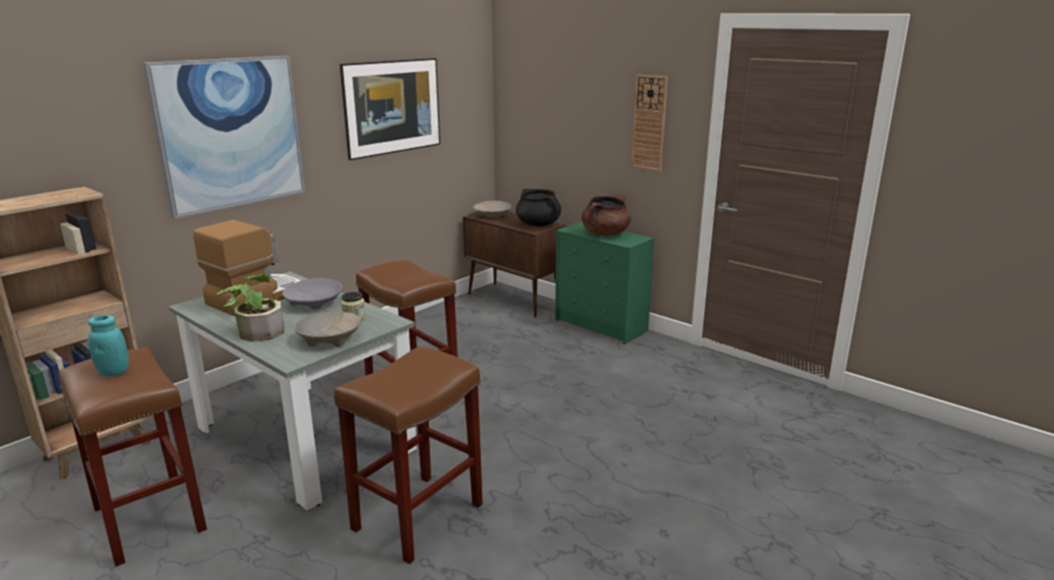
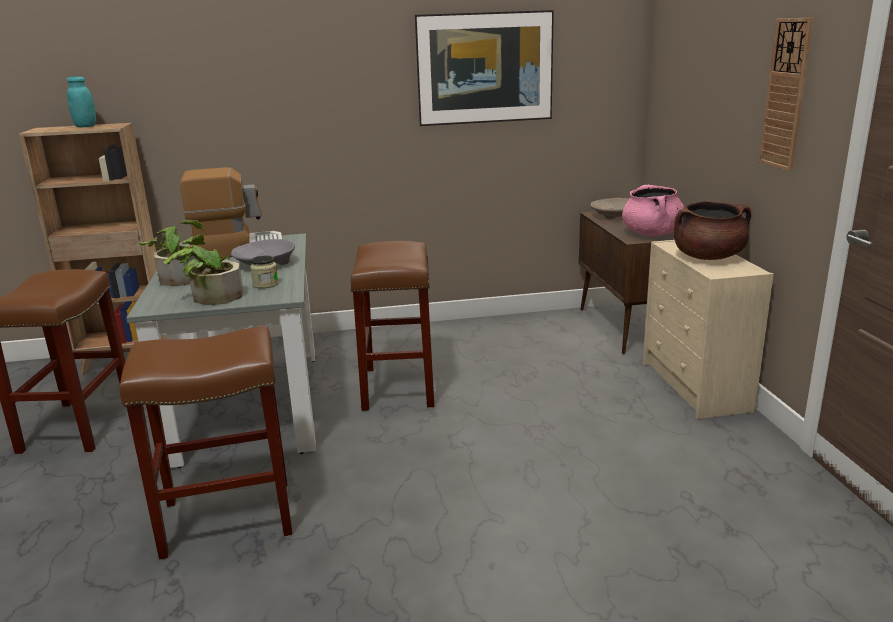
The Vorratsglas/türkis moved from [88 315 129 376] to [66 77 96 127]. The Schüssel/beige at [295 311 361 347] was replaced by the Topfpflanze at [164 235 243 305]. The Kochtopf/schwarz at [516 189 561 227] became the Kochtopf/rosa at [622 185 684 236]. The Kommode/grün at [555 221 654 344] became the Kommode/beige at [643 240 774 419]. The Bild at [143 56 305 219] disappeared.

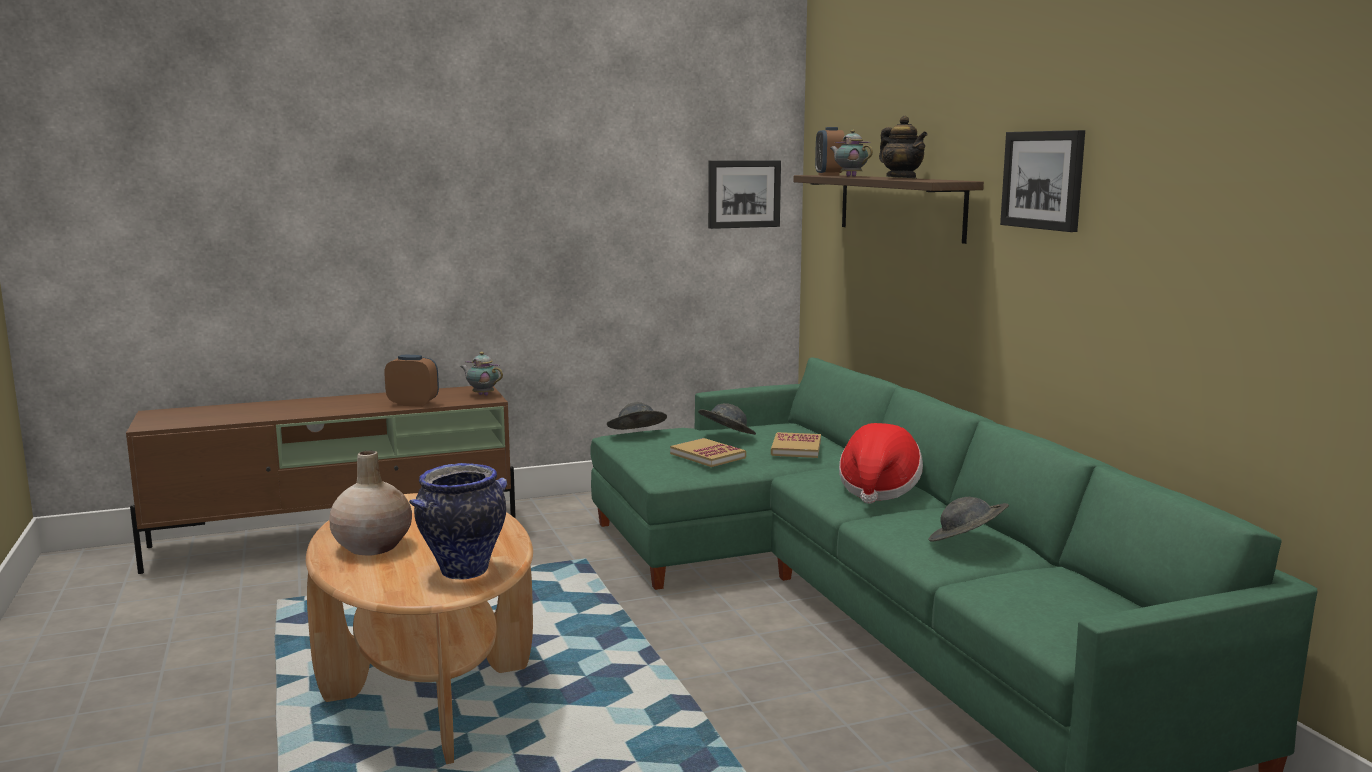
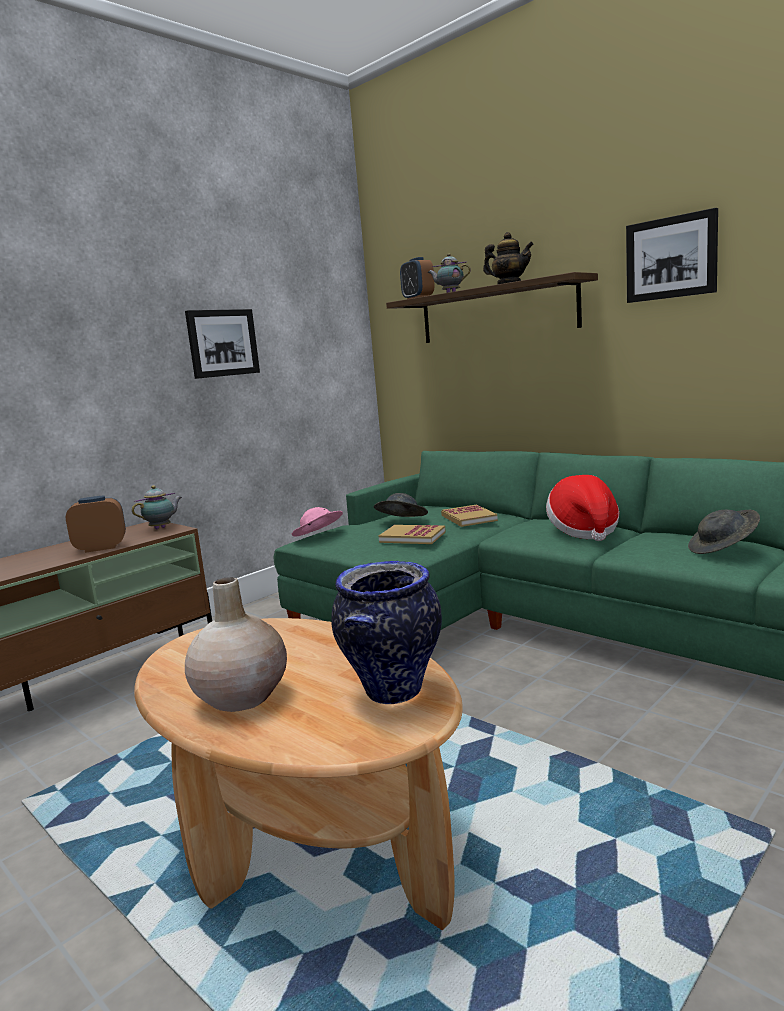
The Teekanne at [461 352 503 396] turned 135 degrees clockwise. The Bild moved from [708 160 781 229] to [185 309 260 379]. The Hut/grau at [607 402 667 430] became the Hut/rosa at [292 507 343 537].

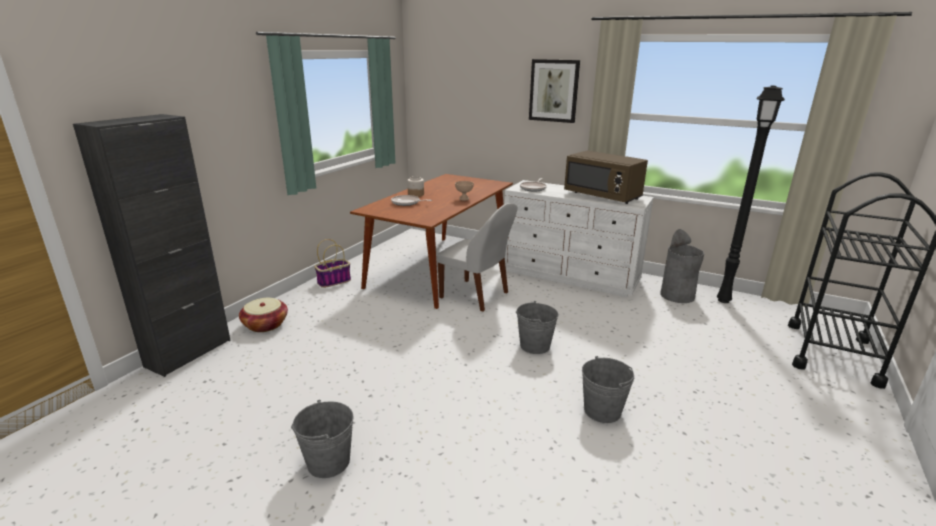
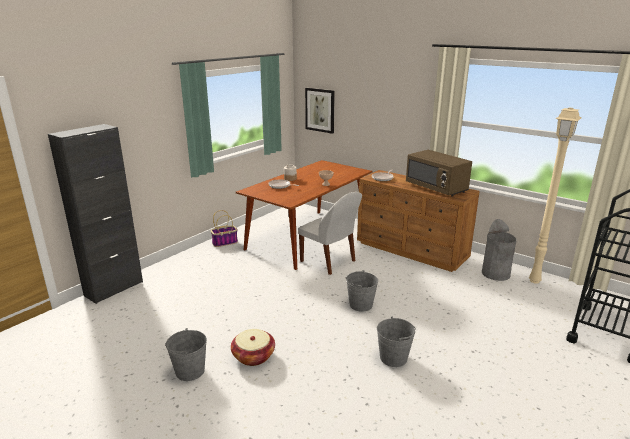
The Korb moved from [239 298 288 332] to [231 329 275 366]. The Bild moved from [529 59 580 123] to [305 88 335 134]. The Kommode/weiß at [505 180 654 297] became the Kommode/braun at [357 170 480 272]. The Stehlampe/schwarz at [717 85 785 303] became the Stehlampe/beige at [529 108 581 284].

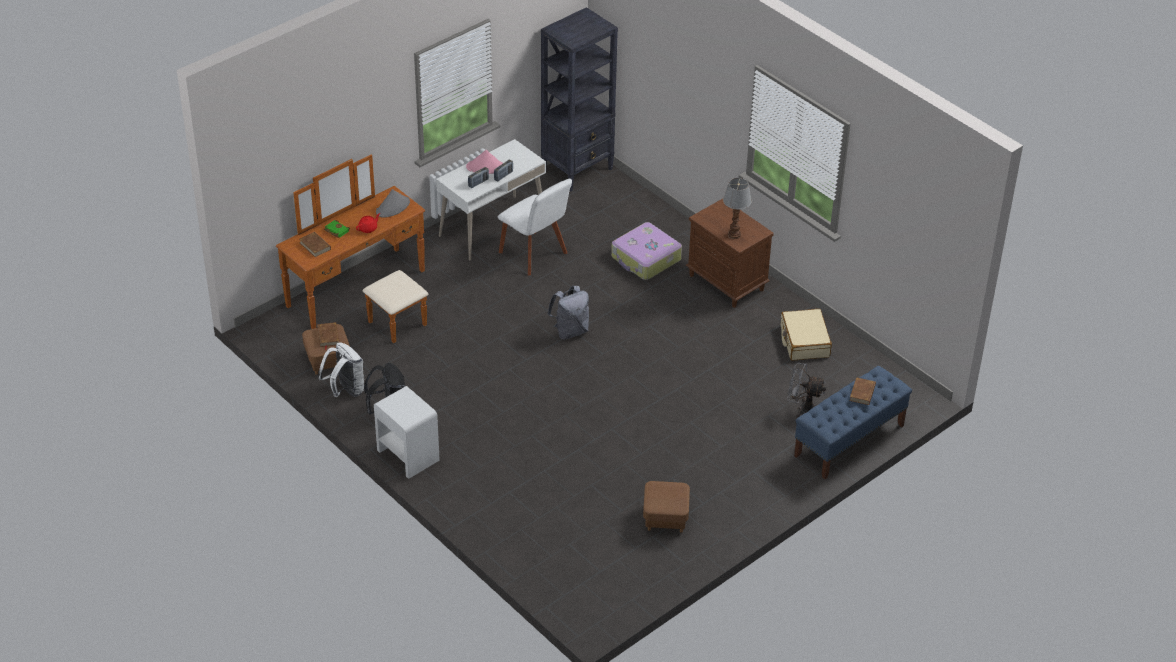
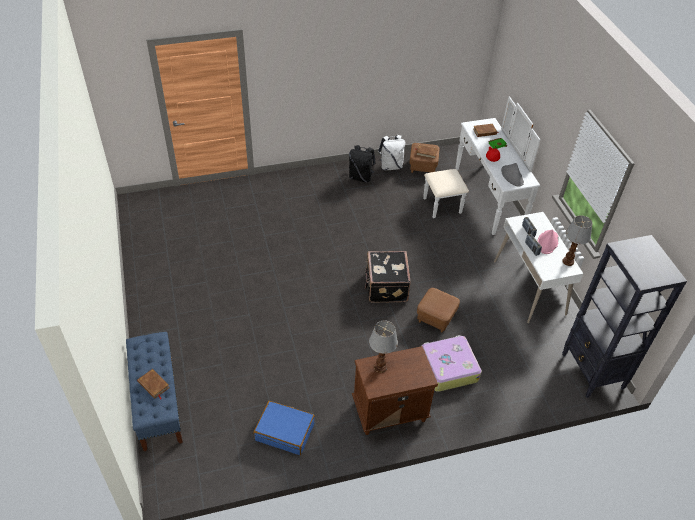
The Koffer/beige at [781 309 832 360] became the Koffer/blau at [254 401 315 455]. The Rucksack/grau at [547 286 589 340] was replaced by the Koffer/schwarz at [365 251 411 303]. The Polsterhocker/braun moved from [643 481 690 532] to [417 288 460 332]. The Kommode/braun at [276 155 429 343] became the Kommode/weiß at [423 96 540 235]. The Tischlampe at [562 215 592 266] appeared. The Nachttisch/weiß at [374 386 440 479] disappeared. The Stuhl/weiß at [498 179 572 275] disappeared. The Ventilator/grau at [787 363 826 418] disappeared.

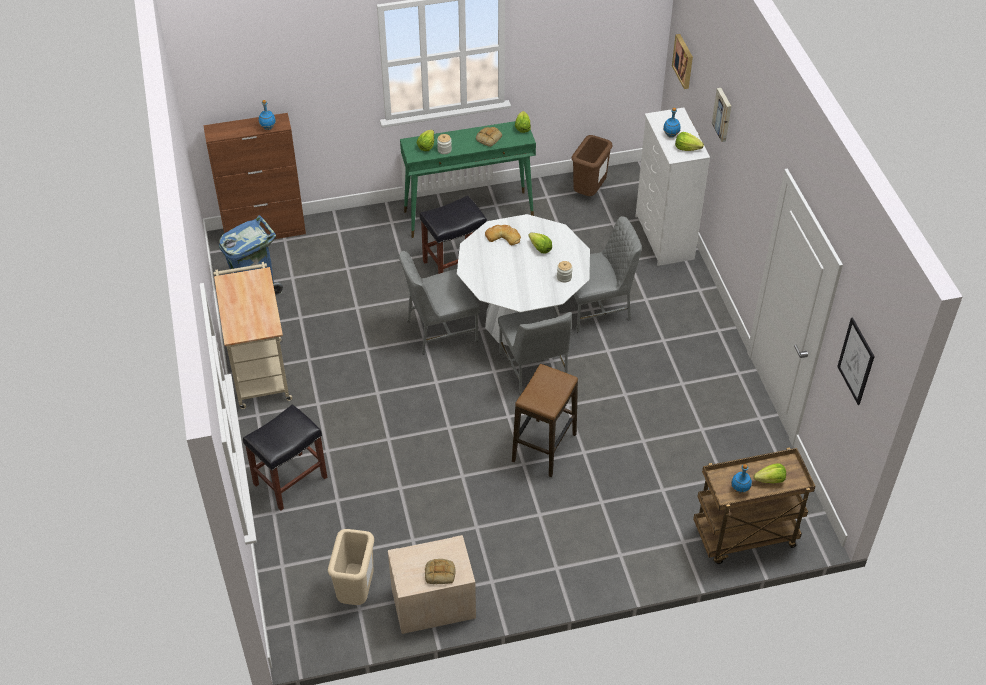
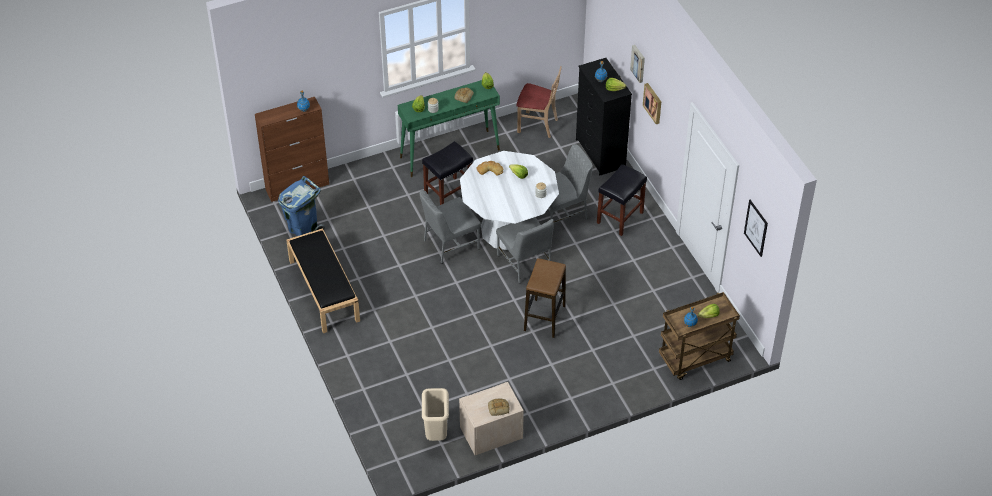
The Rollwagen/beige at [213 262 292 409] was replaced by the Bank/schwarz at [286 228 360 333]. The Mülleimer/braun at [571 135 613 196] was replaced by the Stuhl/beige at [516 66 562 138]. The Kommode/weiß at [635 108 710 266] became the Kommode/schwarz at [576 58 632 176]. The Hocker/schwarz moved from [243 404 327 511] to [597 164 647 236]. The Bild moved from [672 34 693 89] to [643 83 661 124].

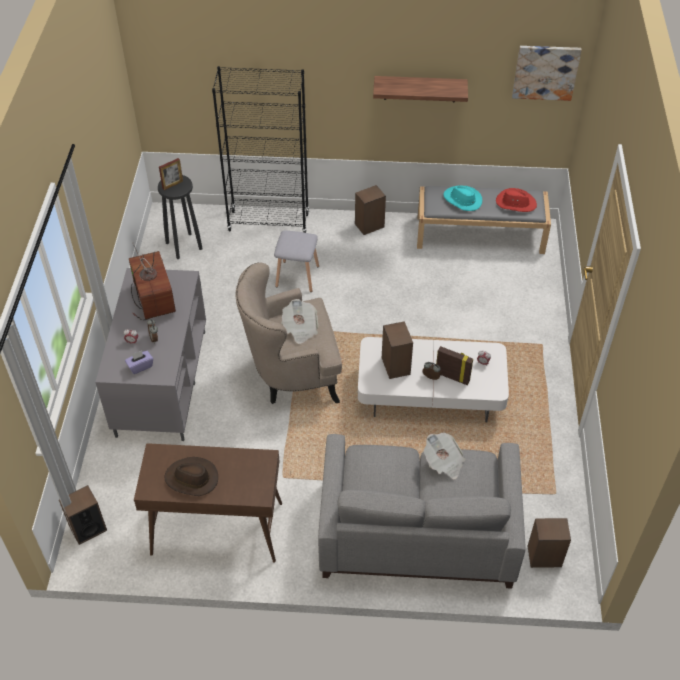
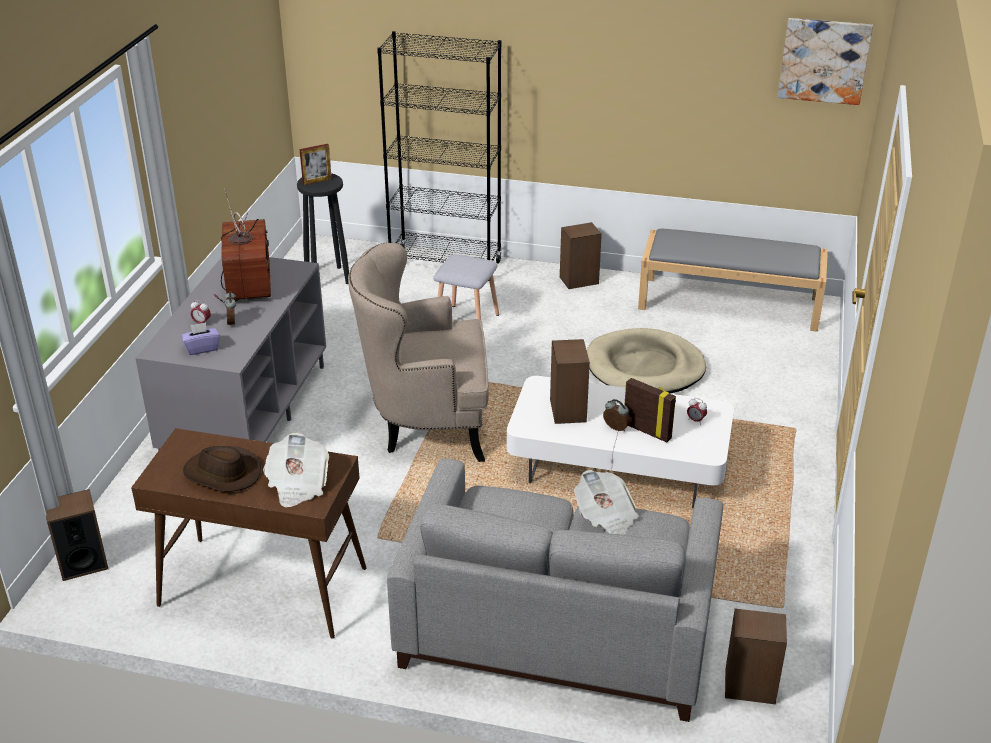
The Zeitung moved from [281 299 318 344] to [263 433 329 508]. The Hundebett/beige at [587 328 706 393] appeared. The Wandregal at [373 76 468 102] disappeared. The Hut/türkis at [443 186 482 211] disappeared. The Hut/rot at [496 188 537 212] disappeared.

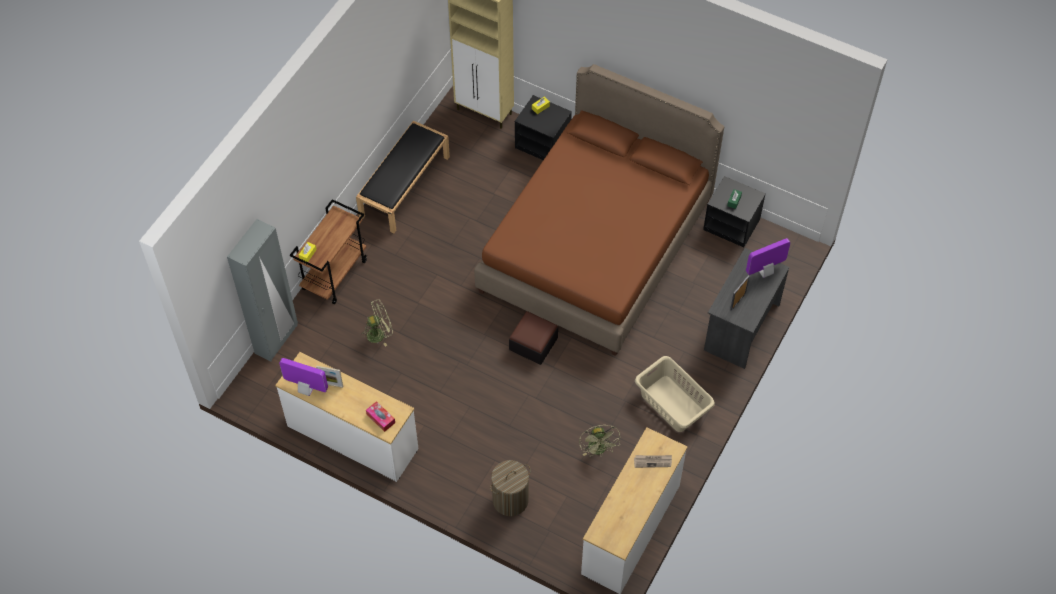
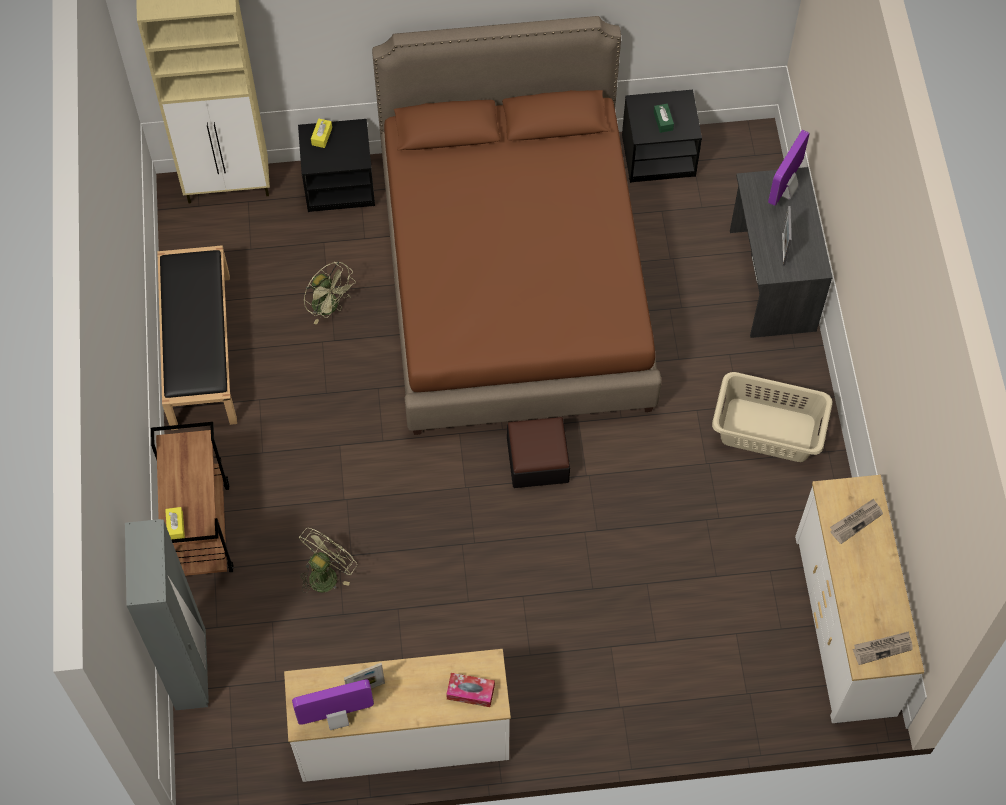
The Ventilator/grün moved from [579 425 620 456] to [304 261 356 325]. The Zeitung at [853 631 913 665] appeared. The Wäschekorb at [490 460 531 516] disappeared.

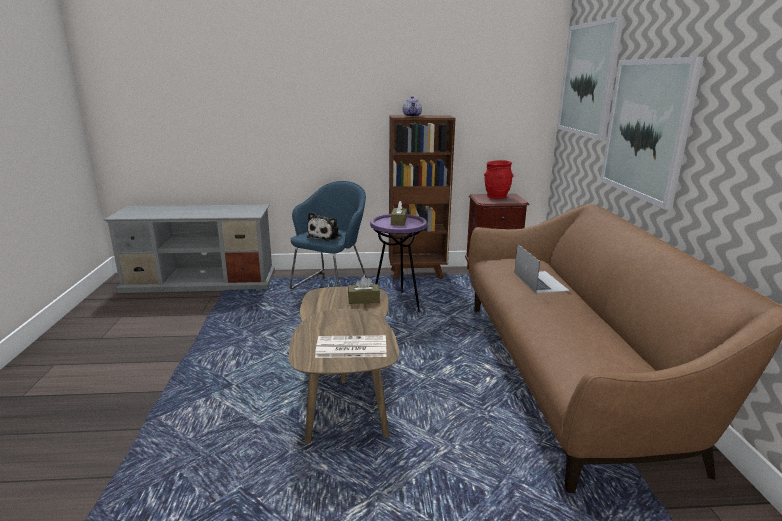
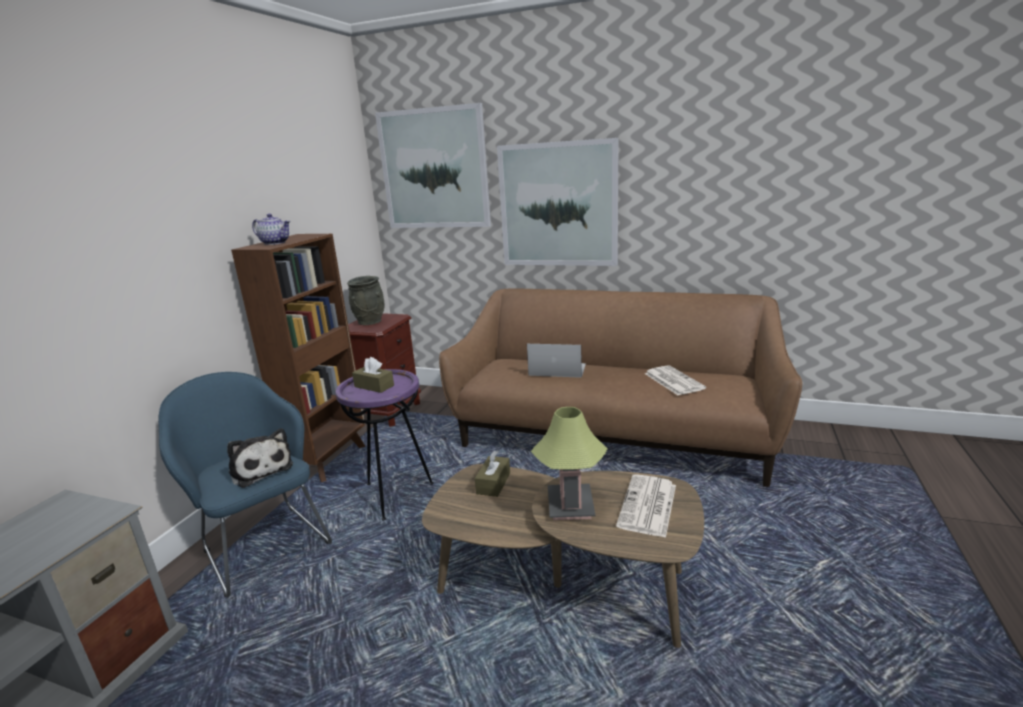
The Vase/rot at [484 160 514 199] became the Vase/grau at [347 276 385 325]. The Tischlampe at [531 407 608 520] appeared. The Zeitung at [645 365 706 395] appeared.

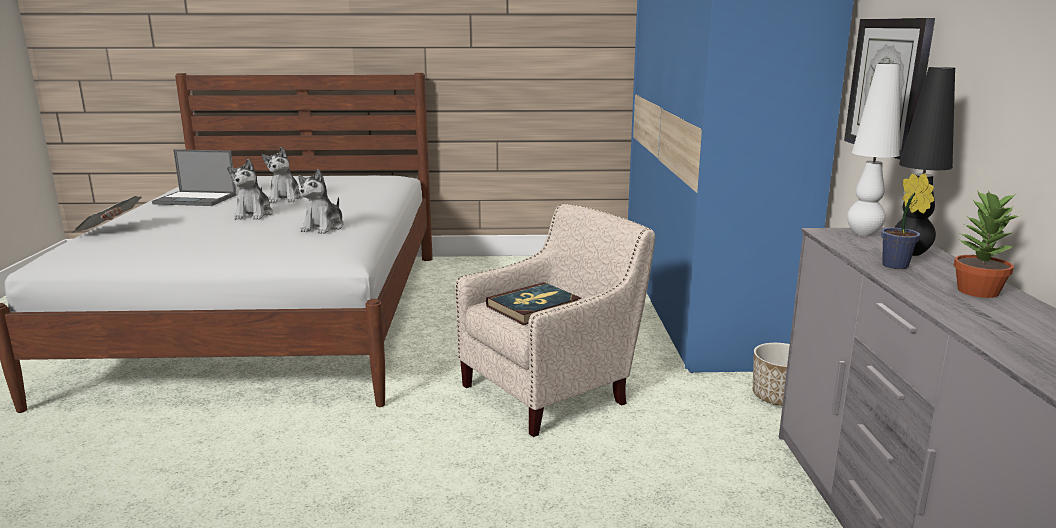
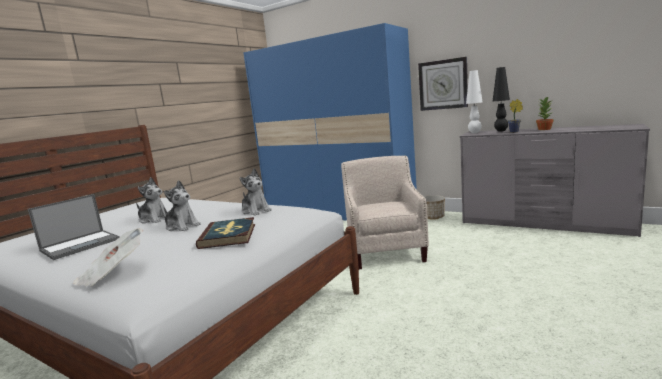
The Buch moved from [486 282 581 325] to [196 217 255 249].

